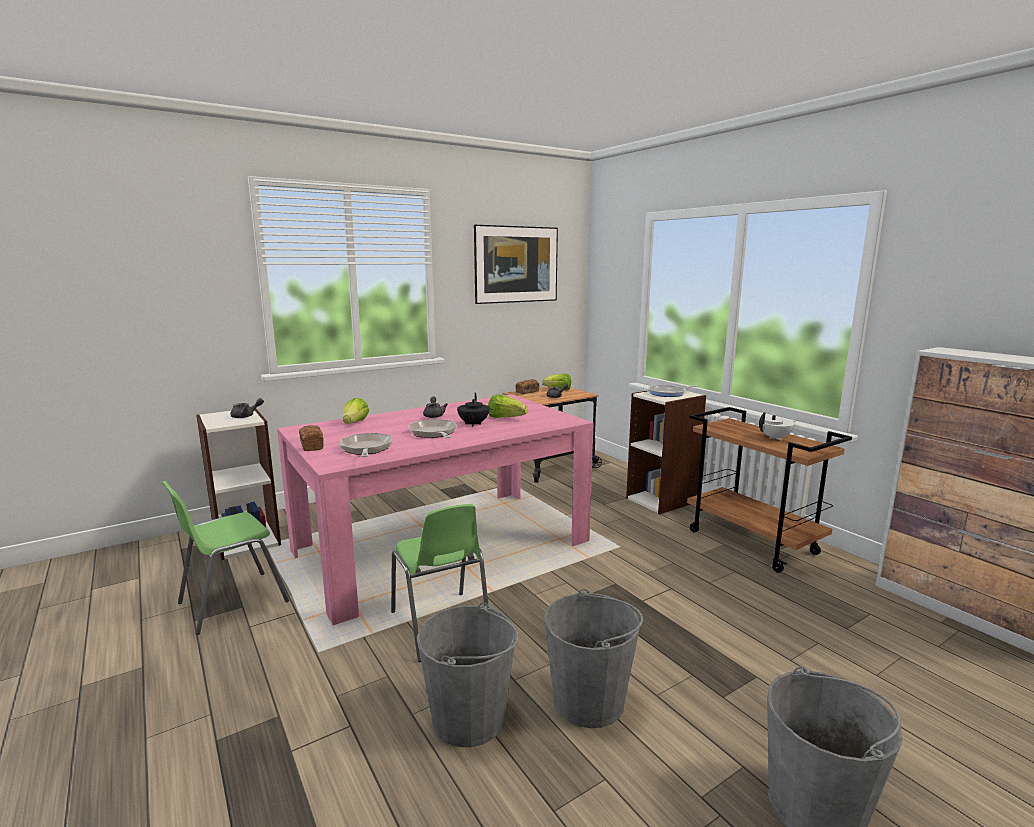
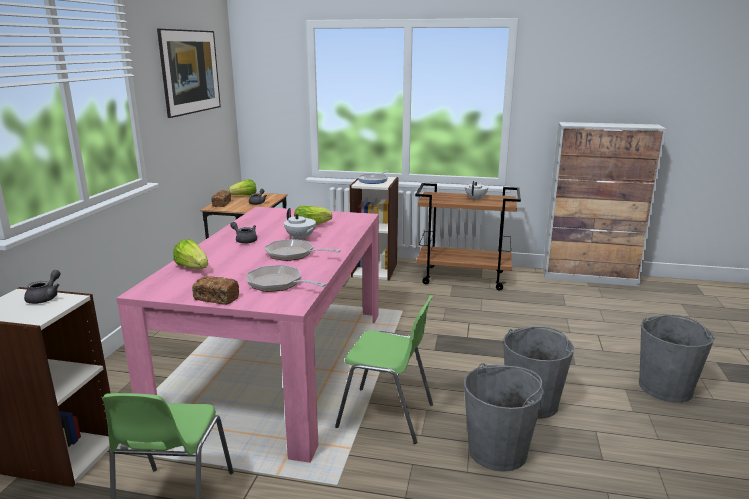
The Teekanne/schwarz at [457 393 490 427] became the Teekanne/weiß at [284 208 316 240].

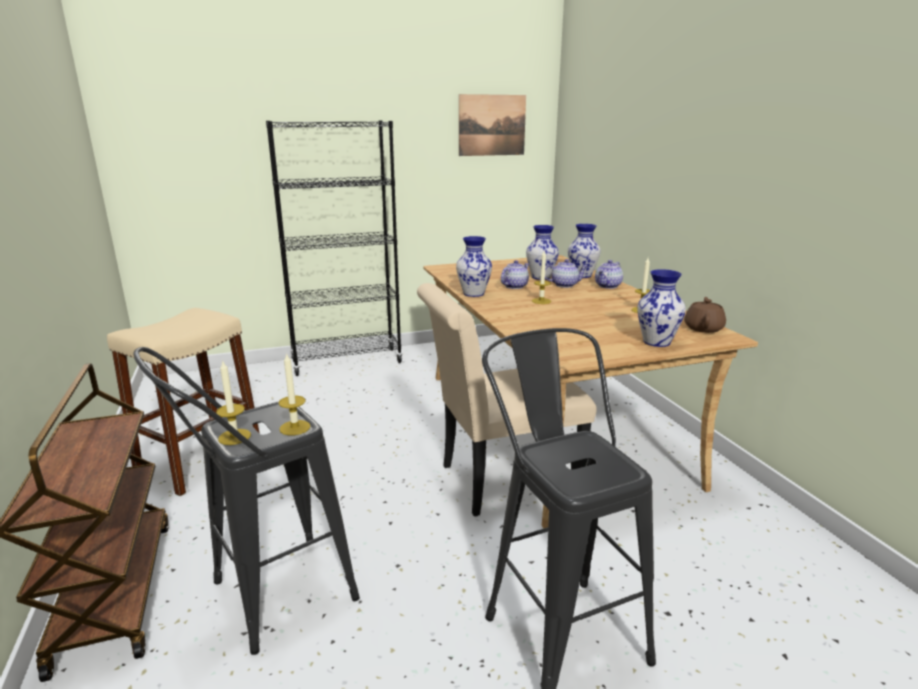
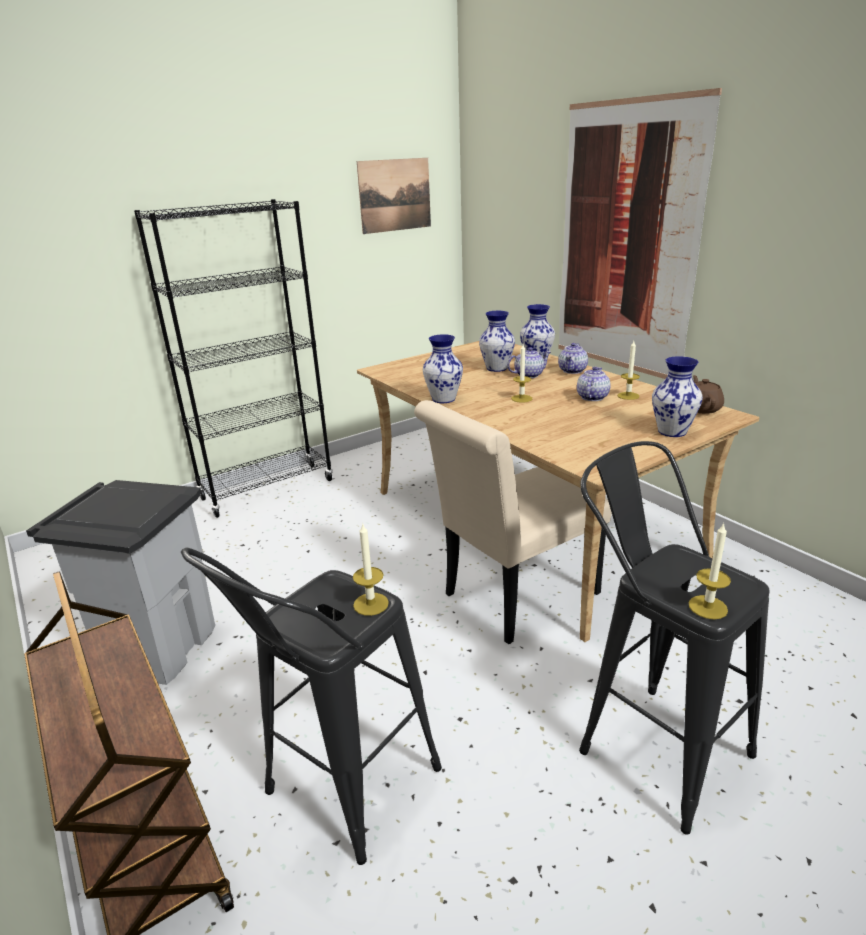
The Hocker/beige at [107 308 260 496] was replaced by the Mülleimer/grau at [26 480 215 685]. The Bild at [558 88 722 379] appeared. The Teekanne moved from [501 260 529 289] to [577 367 611 401]. The Kerze moved from [216 360 251 445] to [689 523 731 619].

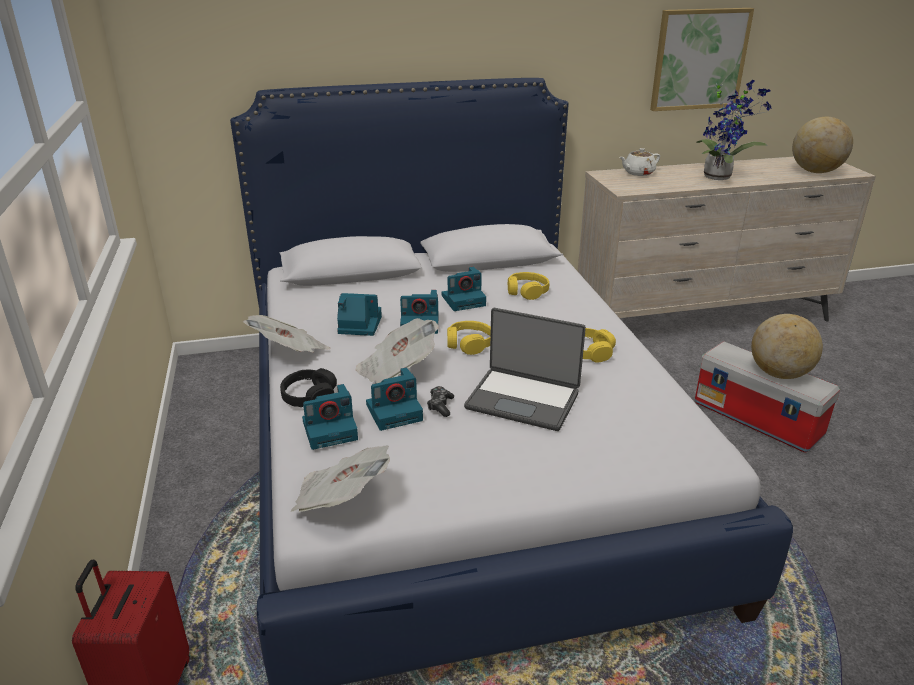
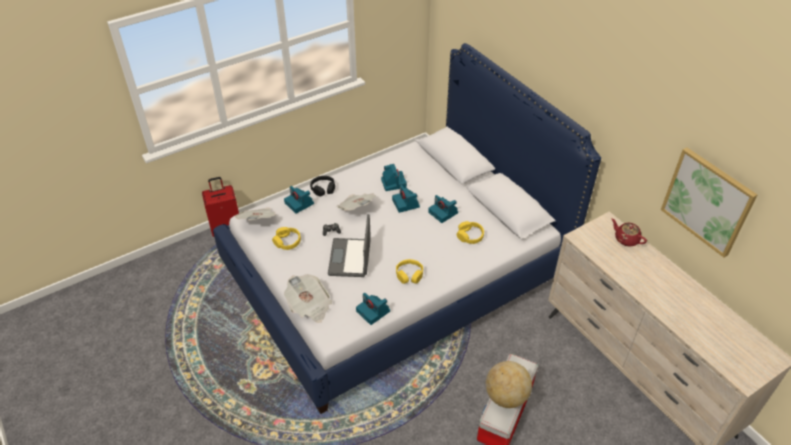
The Kopfhörer/gelb moved from [447 321 491 355] to [272 227 301 250]. The Zeitung moved from [242 315 331 352] to [284 274 332 323]. The Kamera moved from [366 368 423 431] to [356 292 390 325]. The Teekanne/weiß at [619 148 660 176] became the Teekanne/rot at [611 218 647 246]. The Topfpflanze at [696 80 772 180] disappeared. The Globus at [792 117 853 173] disappeared.

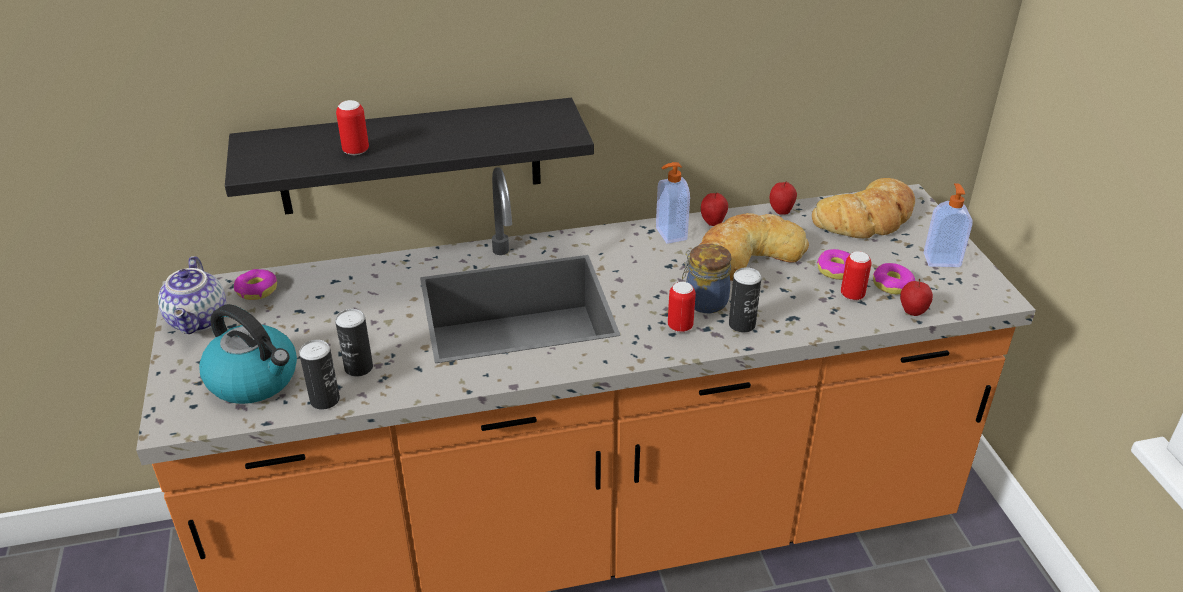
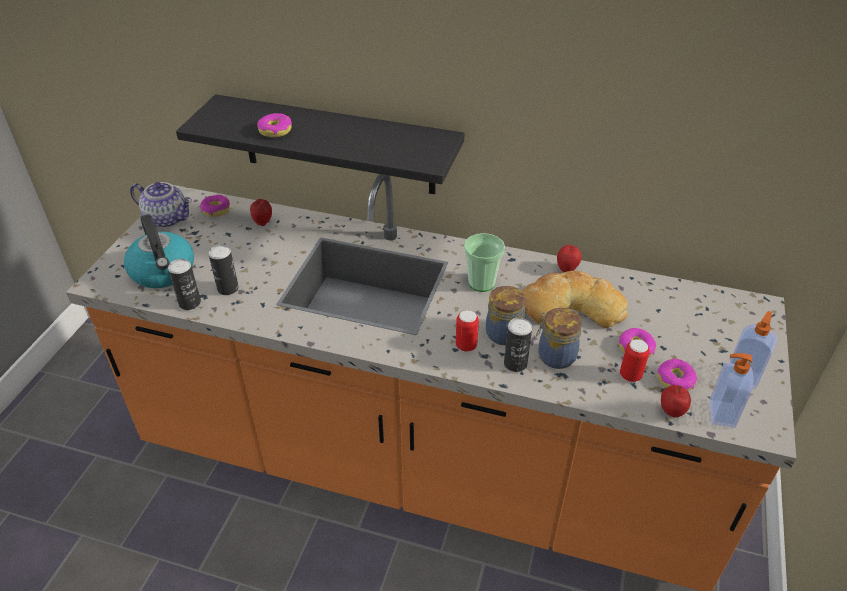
The Teekanne at [158 256 226 334] turned 90 degrees counterclockwise. The Apfel moved from [770 181 797 215] to [250 199 272 226]. The Dose at [336 100 369 155] was replaced by the Donut at [257 113 292 137]. The Tasse at [464 233 505 292] appeared. The Vorratsglas at [536 308 582 369] appeared. The Seifenspender moved from [656 162 690 244] to [709 353 753 428]. The Brot at [812 178 915 238] disappeared.

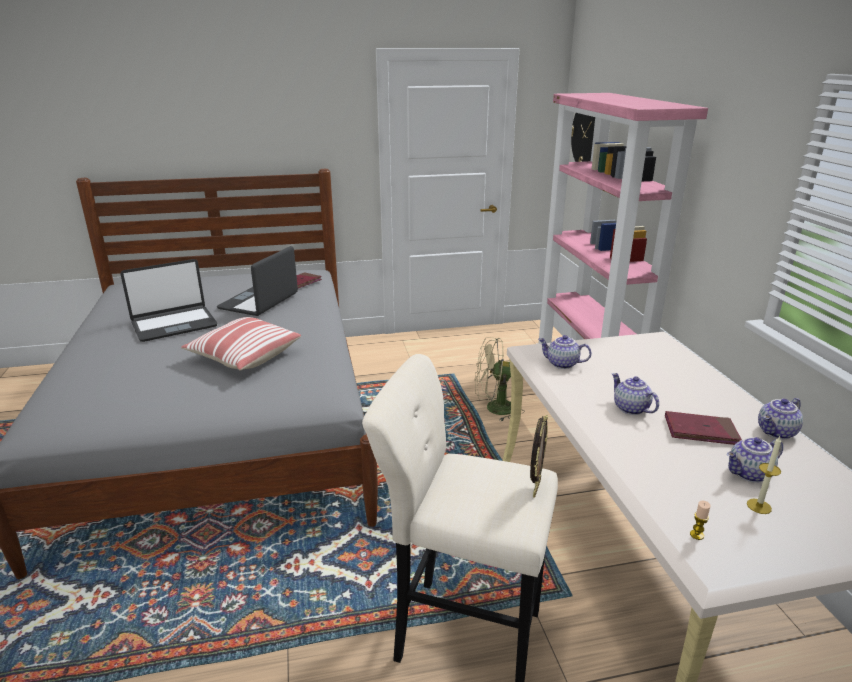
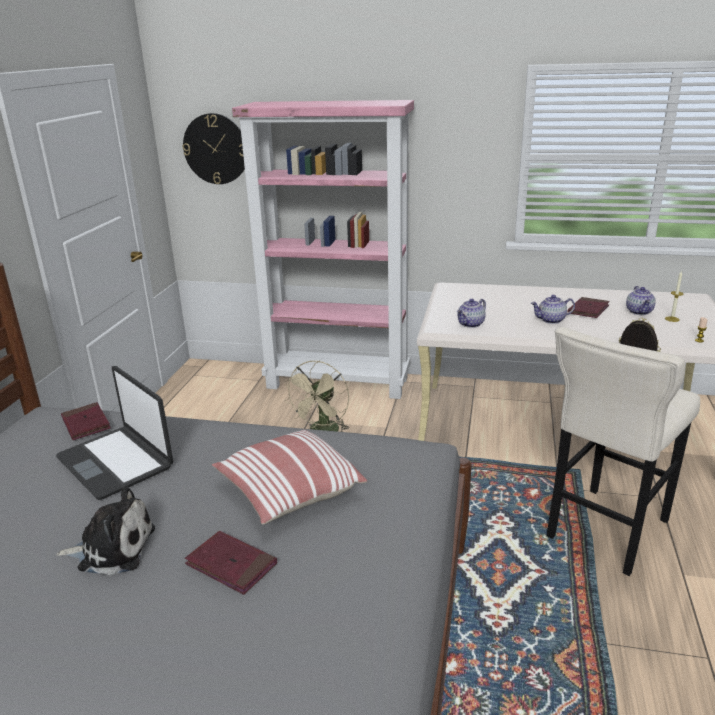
The Laptop at [120 259 217 342] was replaced by the Plüschtier at [56 486 155 575]. The Buch/rot at [185 531 277 595] appeared. The Teekanne at [758 398 803 439] disappeared.

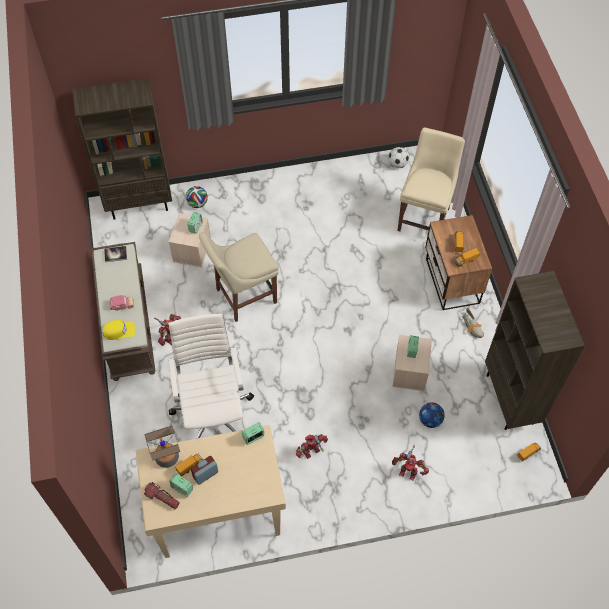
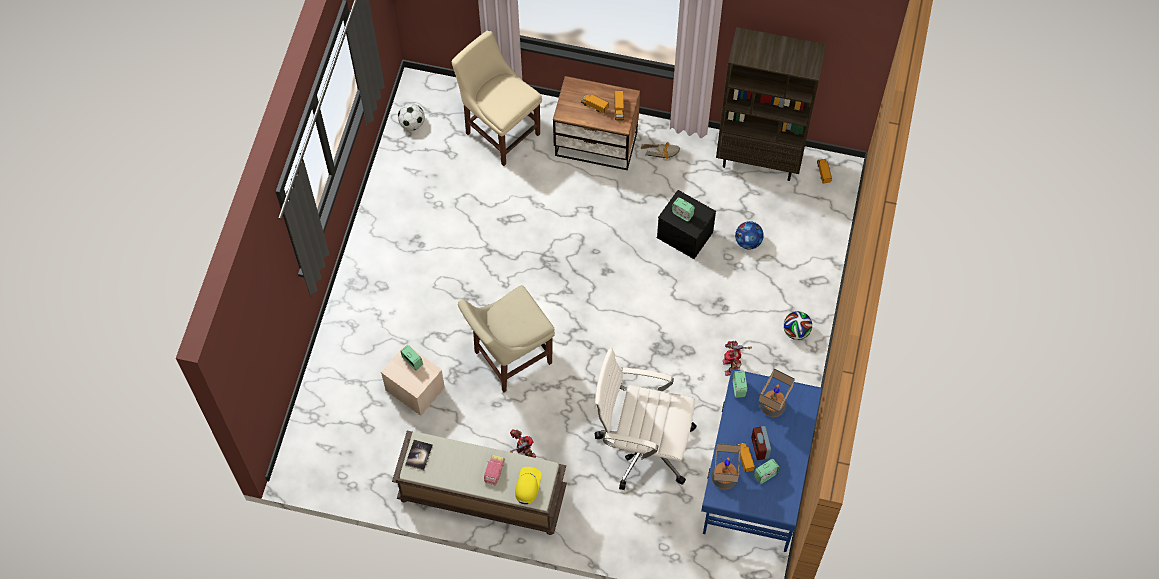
The Stuhl/beige at [199 232 279 322] turned 60 degrees clockwise. The Aufbewahrungsbox/beige at [392 335 432 391] became the Aufbewahrungsbox/schwarz at [657 190 716 259]. The Schreibtisch/beige at [136 425 286 558] became the Schreibtisch/blau at [701 369 822 552]. The Tischlampe at [758 369 795 417] appeared. The Fußball moved from [186 186 208 208] to [783 311 812 340]. The Bücherregal/braun at [72 78 172 220] disappeared. The Taschenlampe at [144 482 180 509] disappeared. The Spielzeugroboter at [392 445 429 481] disappeared.

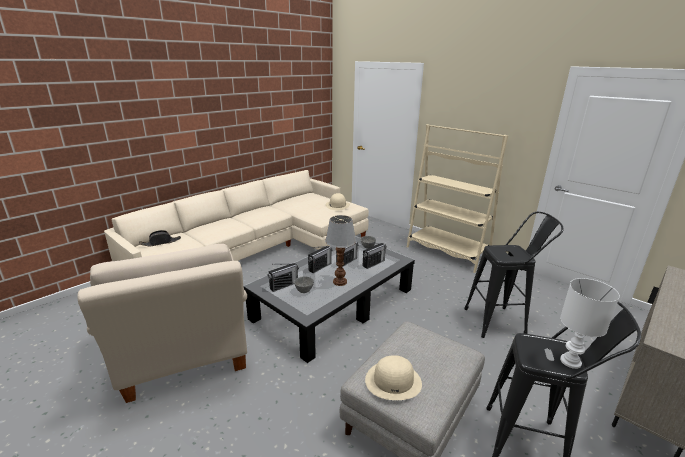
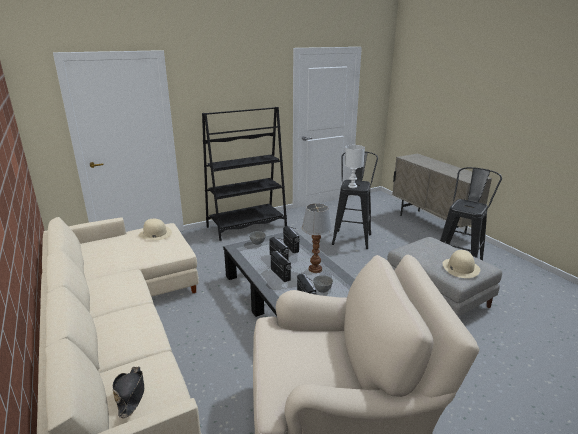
The Bücherregal/beige at [407 124 508 273] became the Bücherregal/schwarz at [202 107 287 241]. The Tischlampe/weiß moved from [560 278 620 369] to [345 145 365 188].

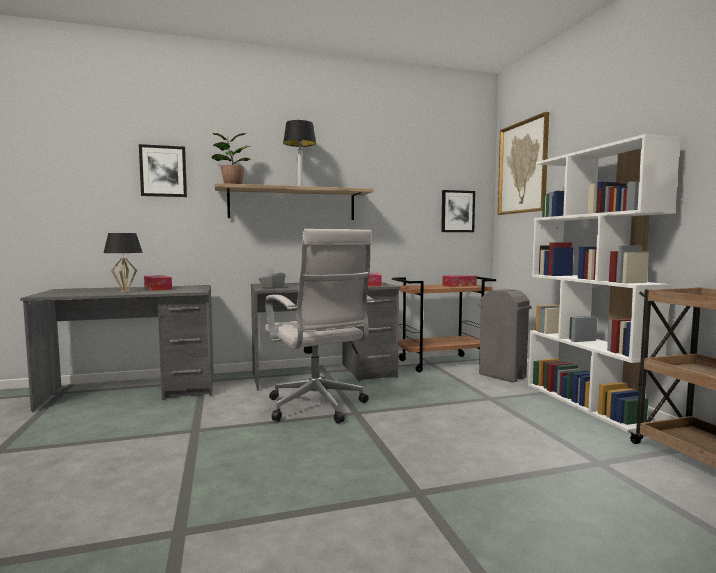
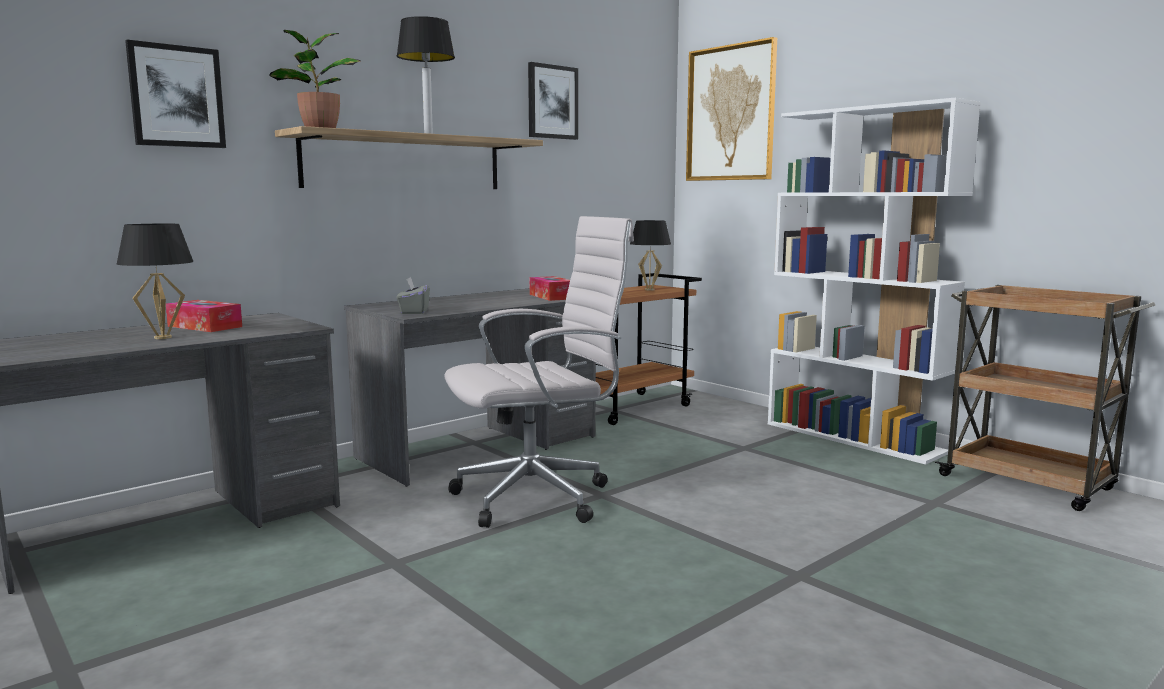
The Bürostuhl/weiß at [265 229 374 424] turned 60 degrees counterclockwise. The Bild moved from [441 190 475 232] to [528 62 578 140]. The Taschentuchbox at [442 275 477 287] was replaced by the Tischlampe/schwarz at [630 220 671 291]. The Mülleimer/grau at [479 289 531 383] disappeared.

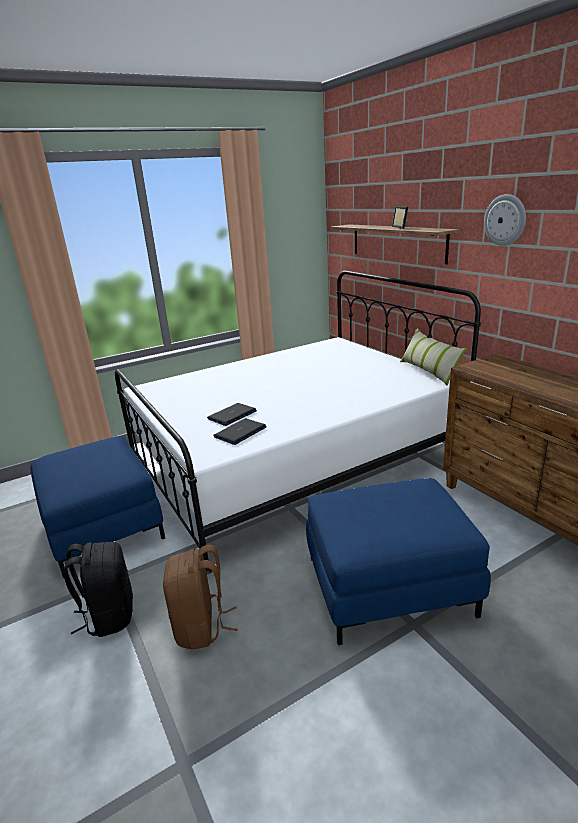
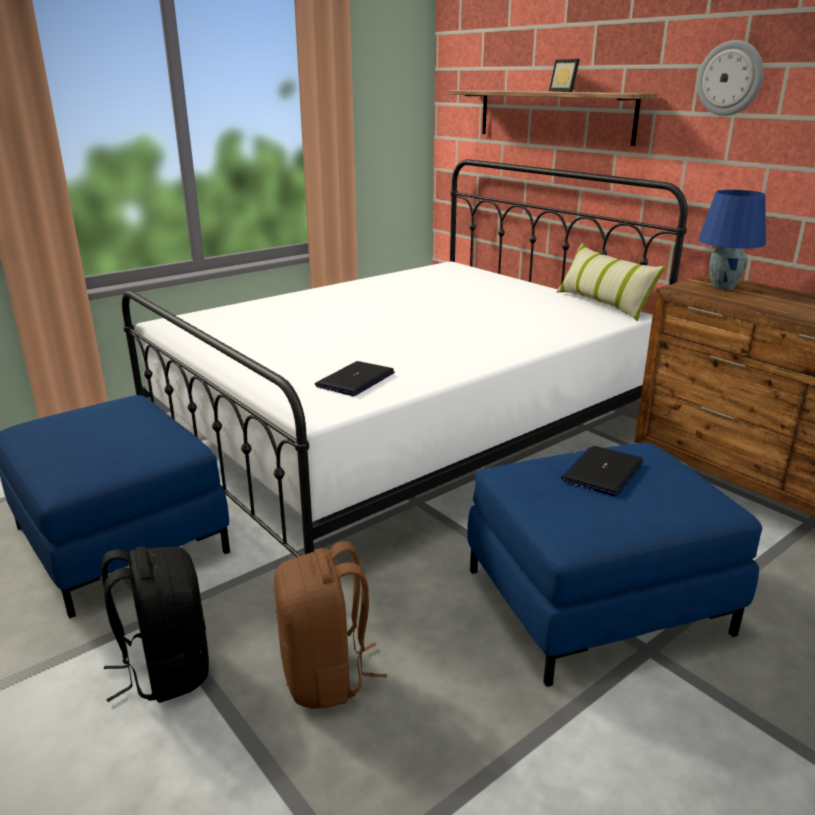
The Laptop moved from [207 403 257 426] to [561 446 643 496]. The Tischlampe/blau at [698 190 766 290] appeared.

